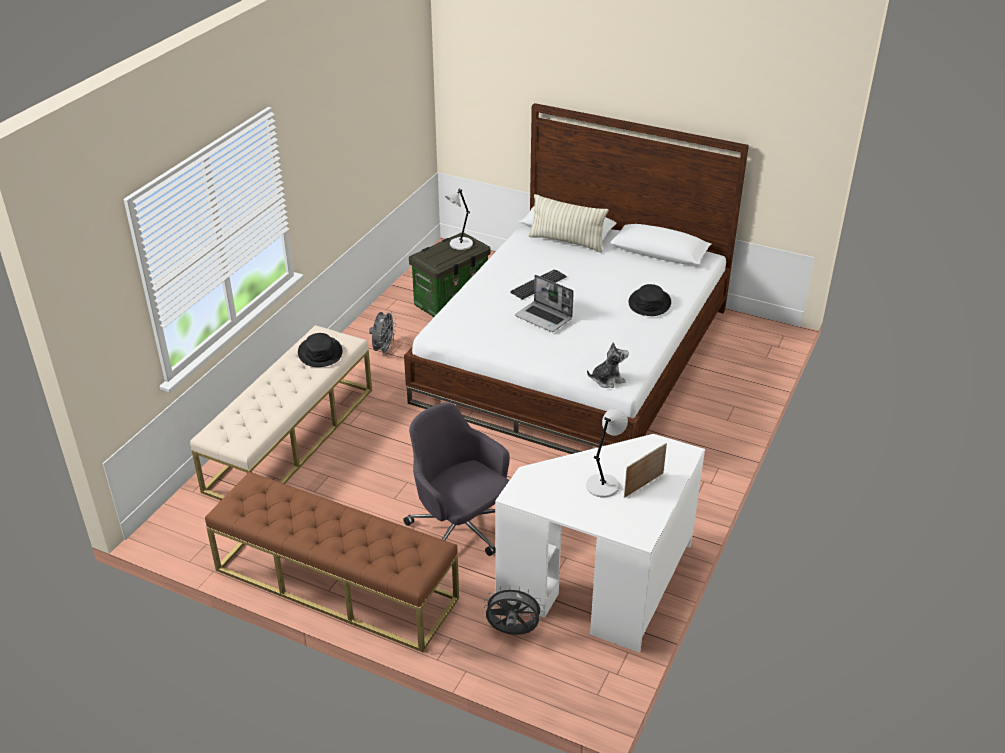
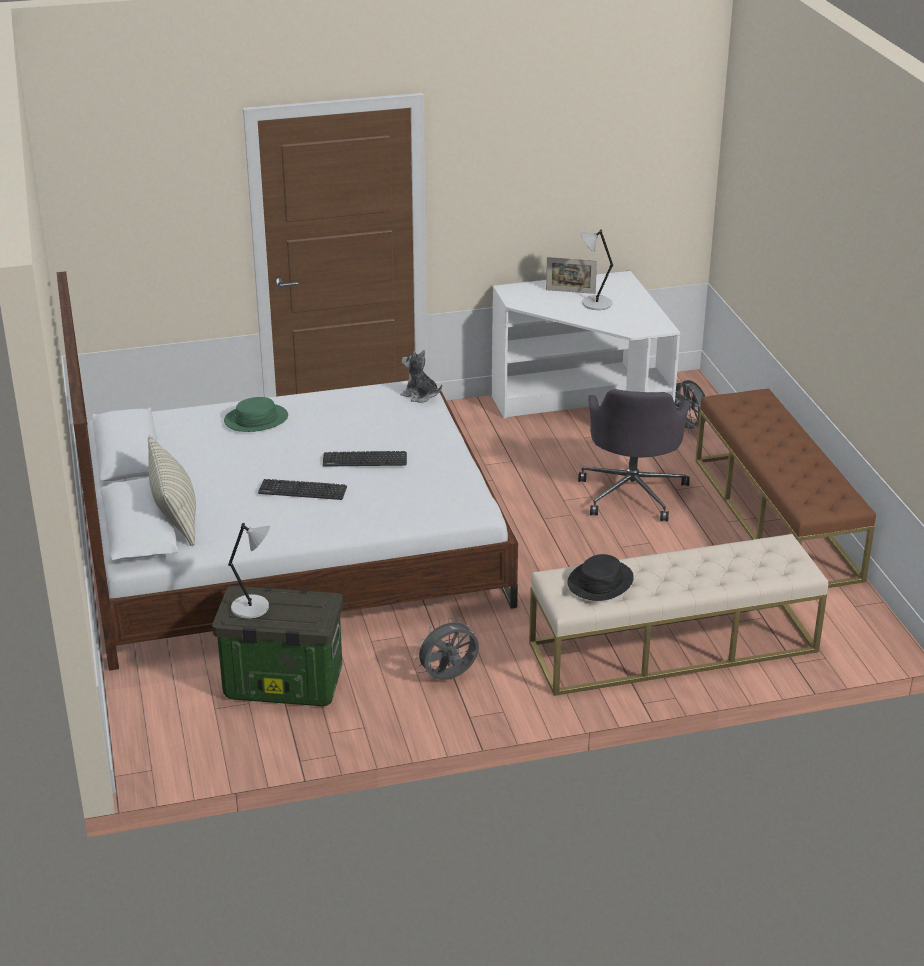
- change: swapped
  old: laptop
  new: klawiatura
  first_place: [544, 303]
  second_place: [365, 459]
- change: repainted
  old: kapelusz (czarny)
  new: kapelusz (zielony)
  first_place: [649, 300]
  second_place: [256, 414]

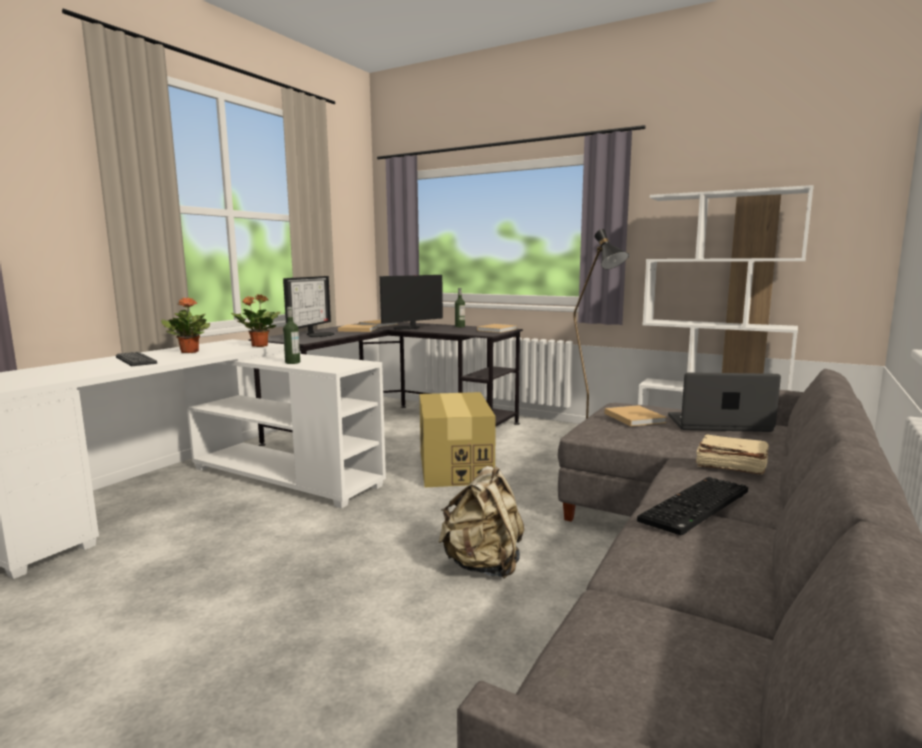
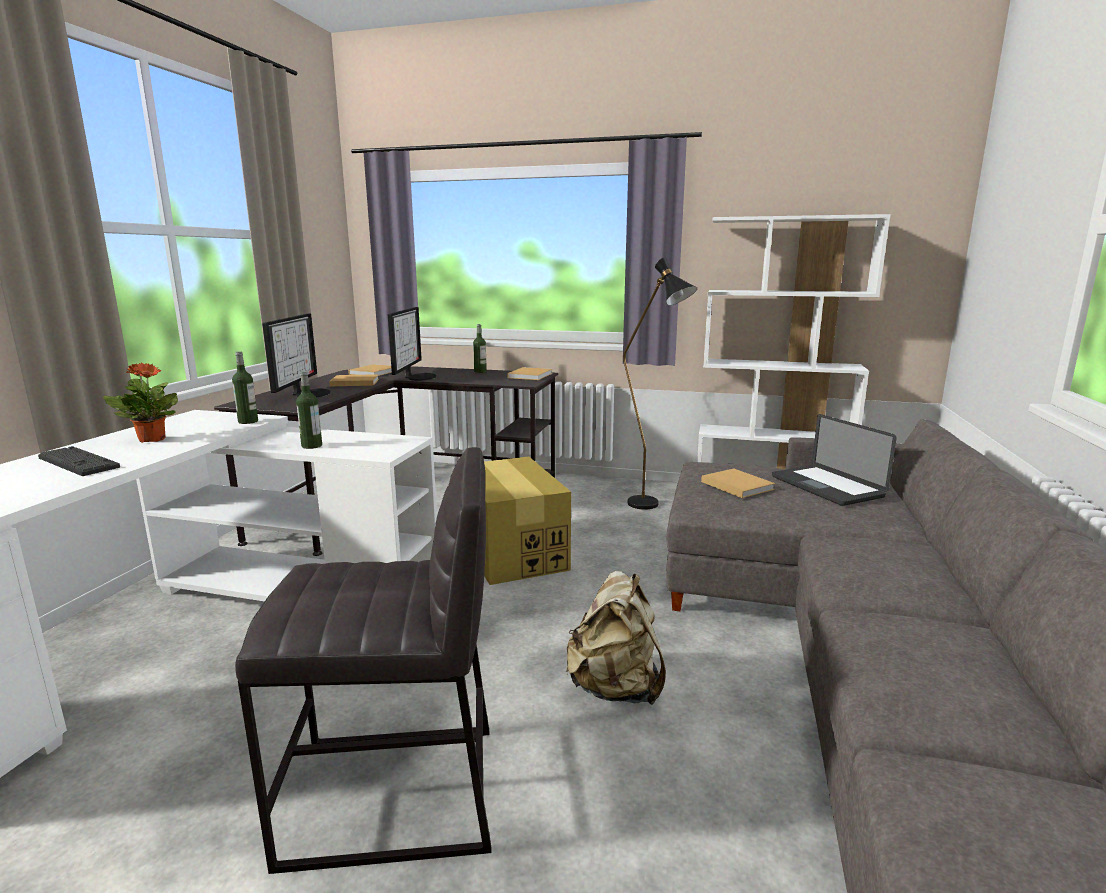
- change: rotated
  old: monitor
  first_place: [411, 302]
  second_place: [412, 344]
  degrees: 150
- change: swapped
  old: roślina doniczkowa
  new: butelka
  first_place: [256, 320]
  second_place: [245, 387]
- change: rotated
  old: laptop
  first_place: [724, 402]
  second_place: [834, 460]
  degrees: -105
- change: gone
  old: książka (beżowy)
  first_place: [732, 454]
- change: gone
  old: klawiatura
  first_place: [692, 506]
- change: new
  new: stołek (szary)
  second_place: [363, 660]

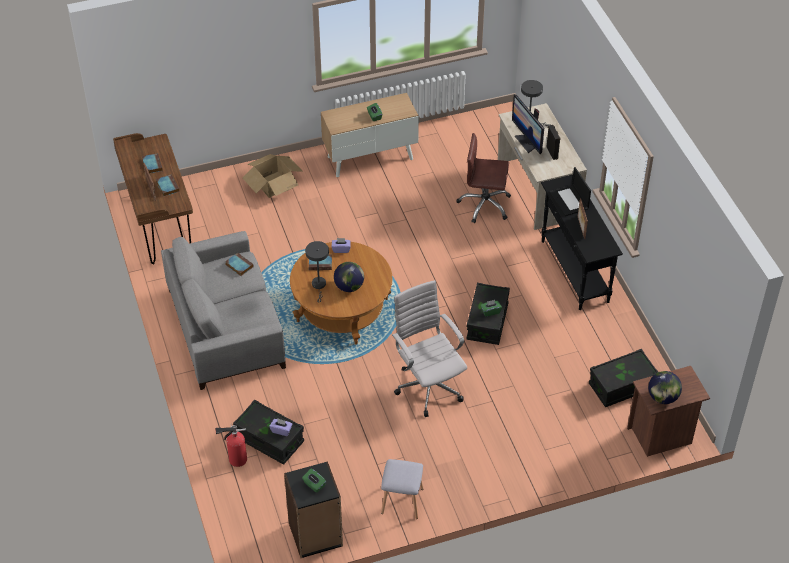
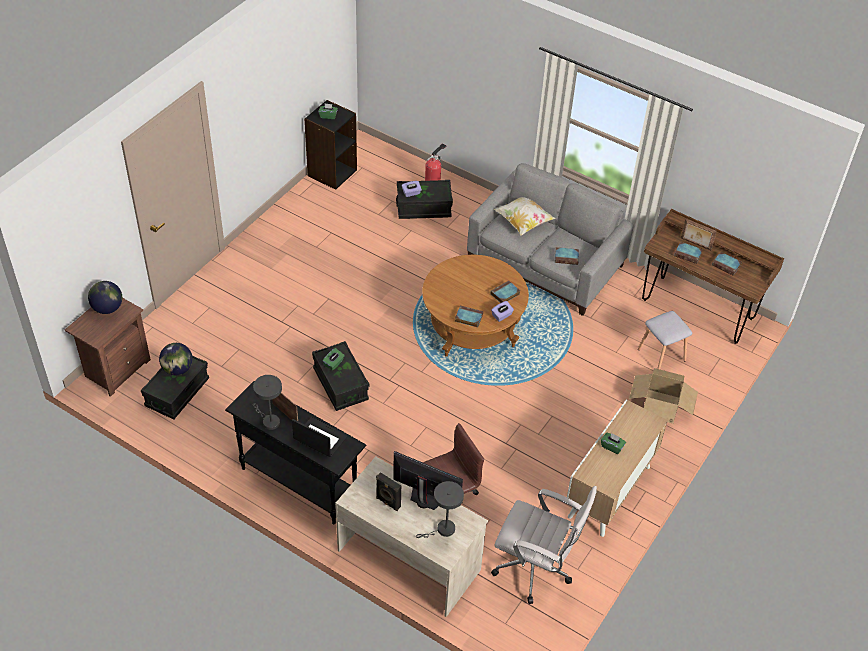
- change: shifted
  old: lampa stołowa (szary)
  first_place: [317, 272]
  second_place: [267, 402]
- change: shifted
  old: globus
  first_place: [349, 277]
  second_place: [176, 359]
- change: shifted
  old: krzesło biurowe (biały)
  first_place: [429, 348]
  second_place: [544, 545]
- change: shifted
  old: stołek (szary)
  first_place: [402, 489]
  second_place: [665, 340]
- change: new
  new: poduszka
  second_place: [525, 216]
- change: new
  new: książka
  second_place: [469, 316]

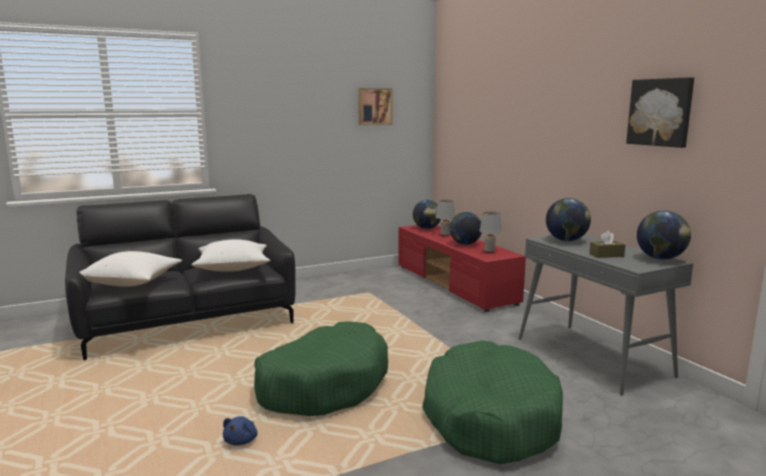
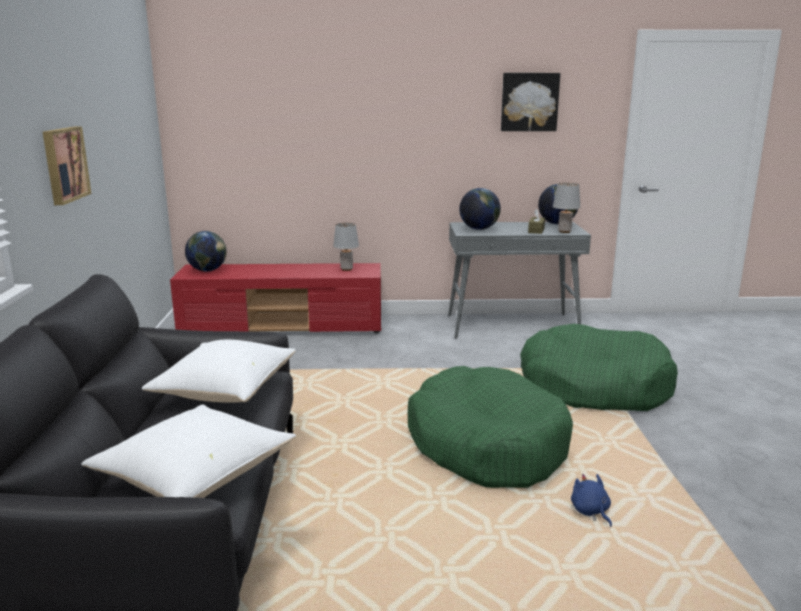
- change: shifted
  old: obraz
  first_place: [375, 106]
  second_place: [67, 166]
- change: shifted
  old: lampa stołowa (szary)
  first_place: [445, 218]
  second_place: [566, 208]
- change: gone
  old: globus
  first_place: [466, 228]
- change: rotated
  old: pluszak (niebieski)
  first_place: [240, 430]
  second_place: [591, 500]
  degrees: -150

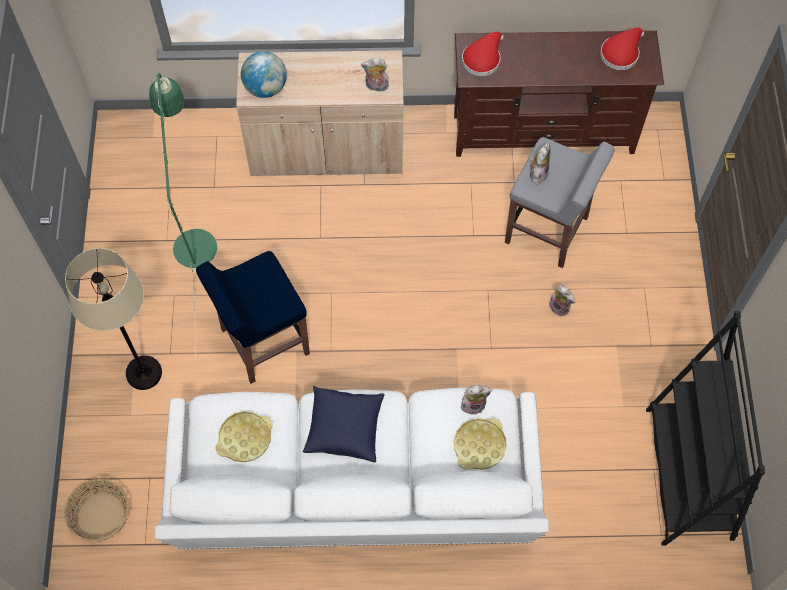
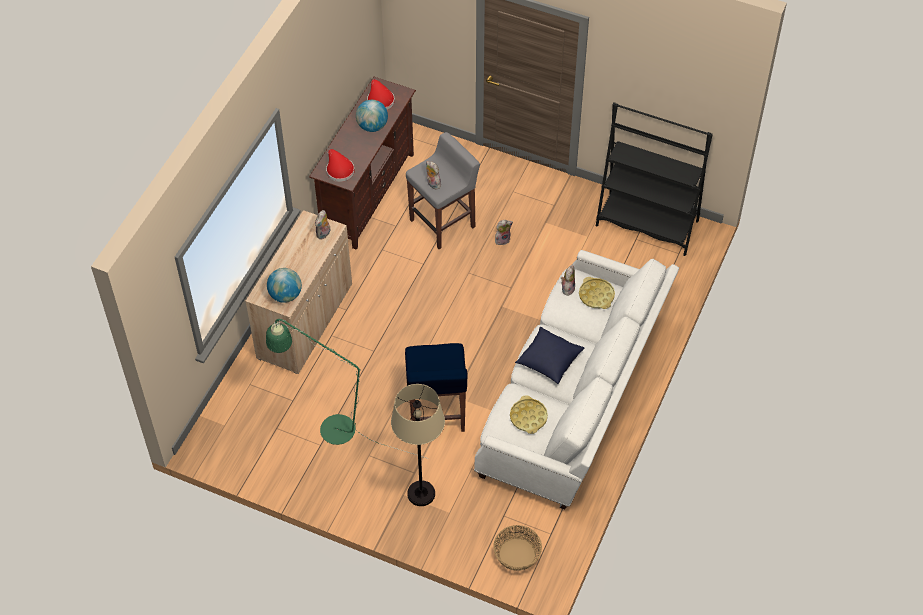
- change: new
  new: globus
  second_place: [372, 116]

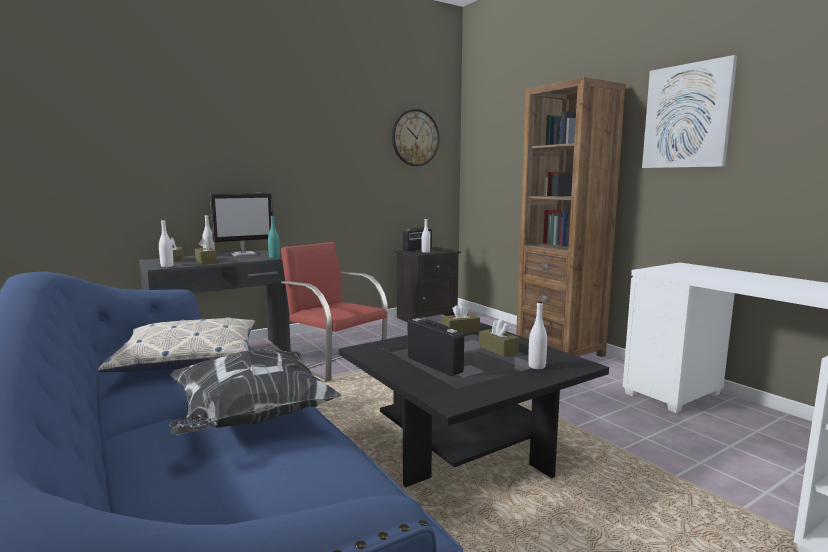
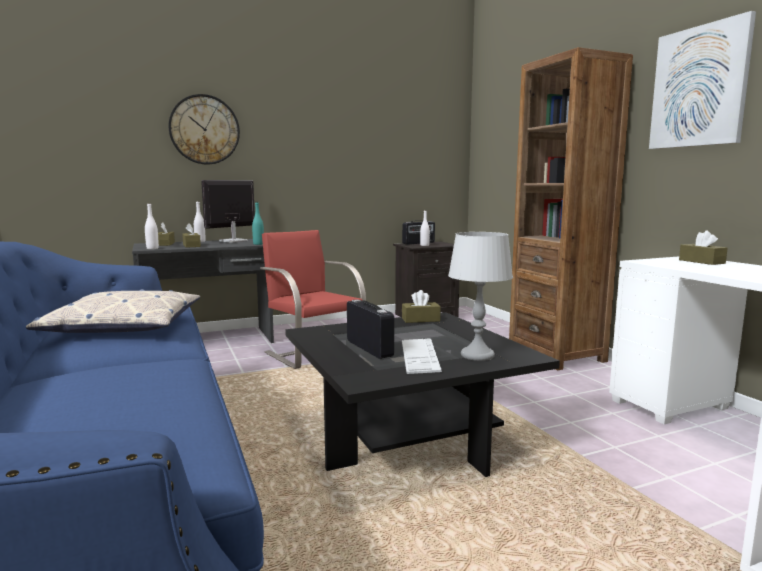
- change: shifted
  old: zegar ścienny
  first_place: [415, 137]
  second_place: [204, 129]
- change: rotated
  old: monitor
  first_place: [241, 224]
  second_place: [228, 211]
  degrees: 150
- change: swapped
  old: butelka (biały)
  new: lampa stołowa (szary)
  first_place: [537, 335]
  second_place: [480, 296]
- change: shifted
  old: pudełko chusteczek (brązowy)
  first_place: [499, 338]
  second_place: [703, 247]
- change: gone
  old: poduszka
  first_place: [255, 392]
- change: new
  new: klawiatura
  second_place: [422, 356]

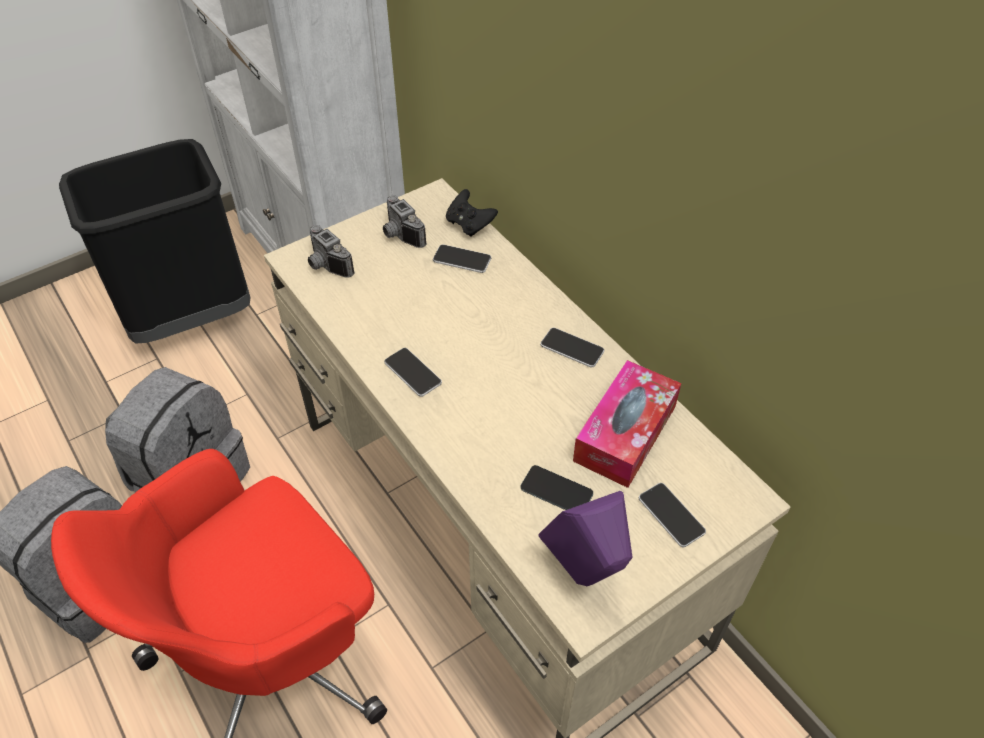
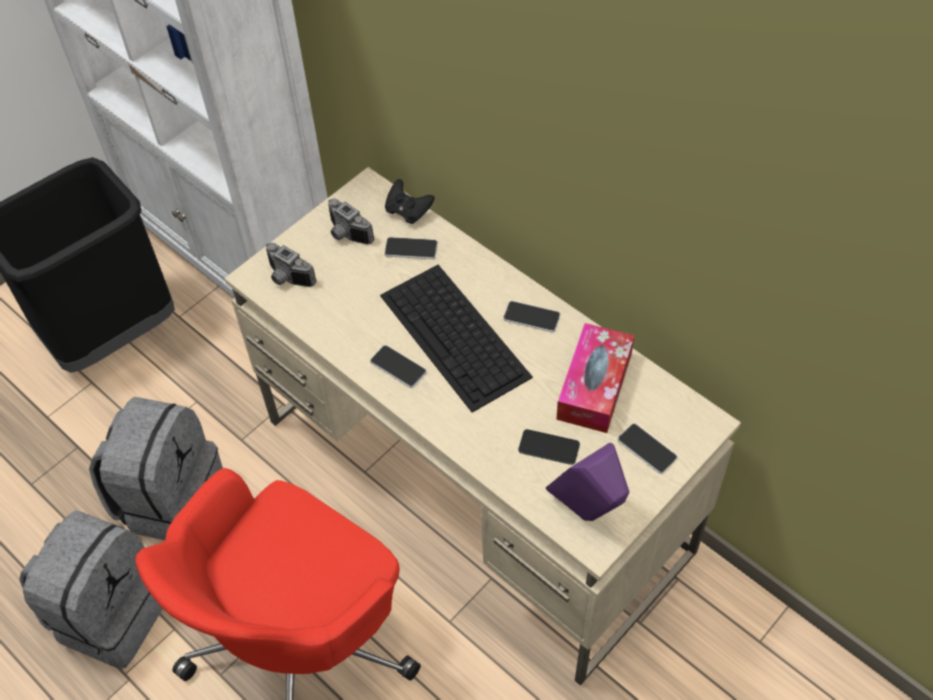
- change: new
  new: klawiatura
  second_place: [456, 339]

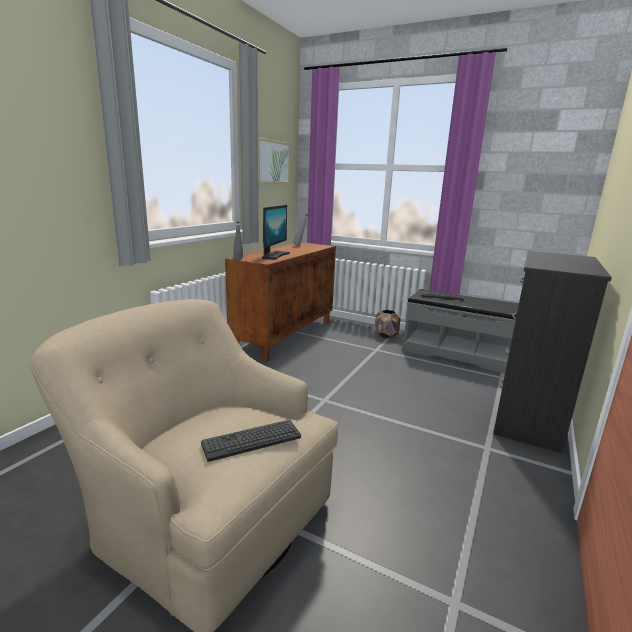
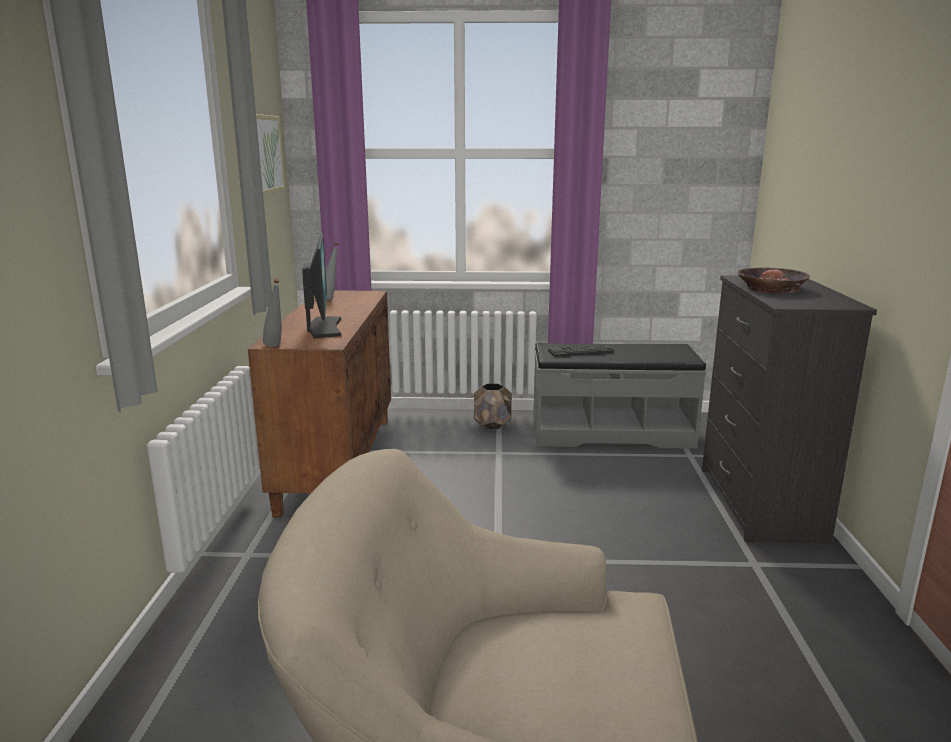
- change: gone
  old: klawiatura
  first_place: [251, 441]
- change: new
  new: miska
  second_place: [773, 280]

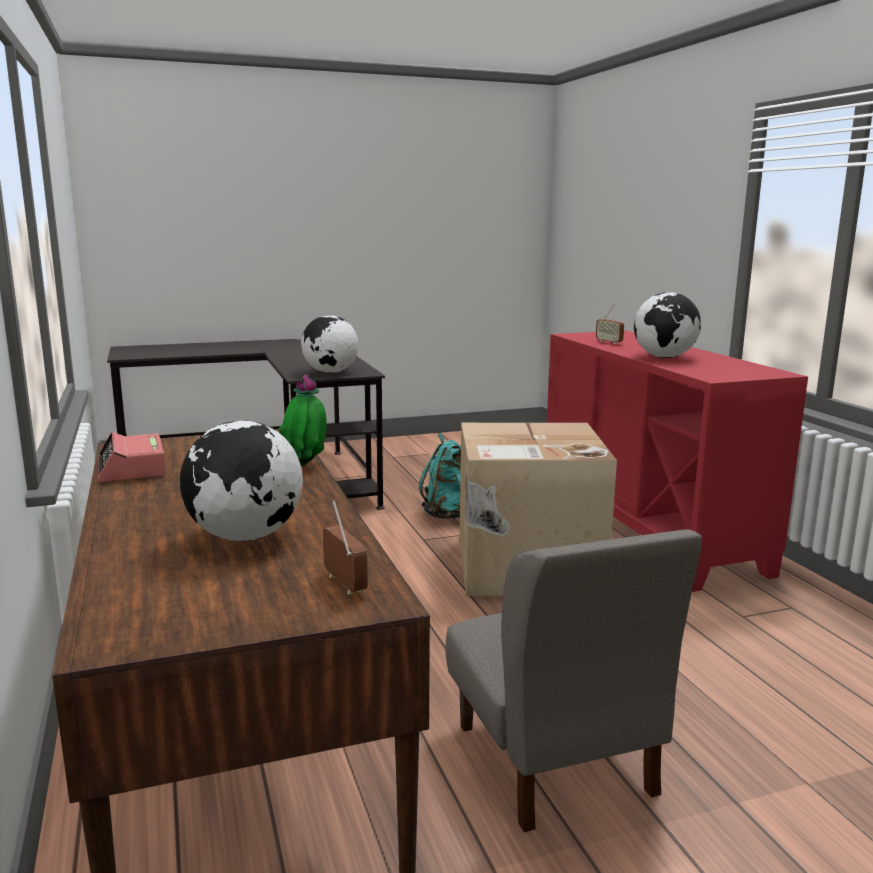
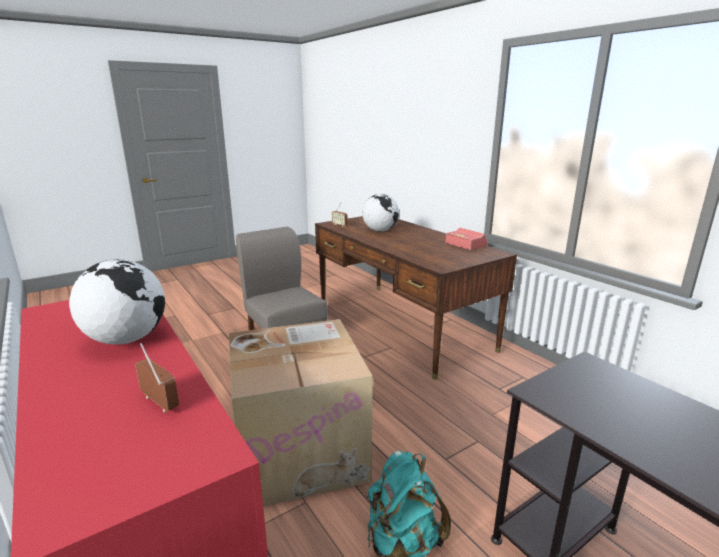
- change: gone
  old: globus
  first_place: [329, 344]
- change: gone
  old: roślina doniczkowa
  first_place: [302, 421]

